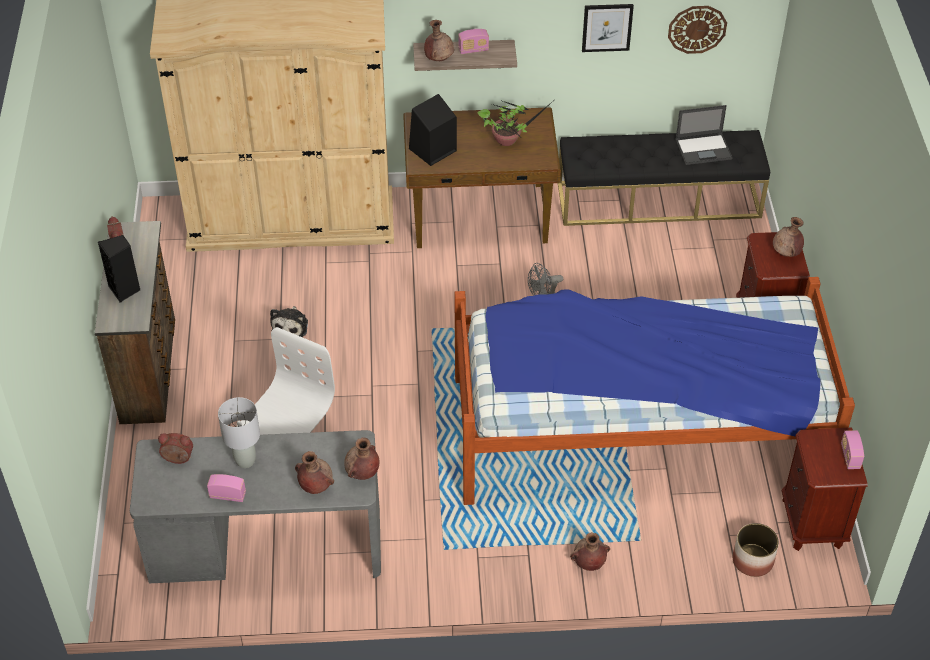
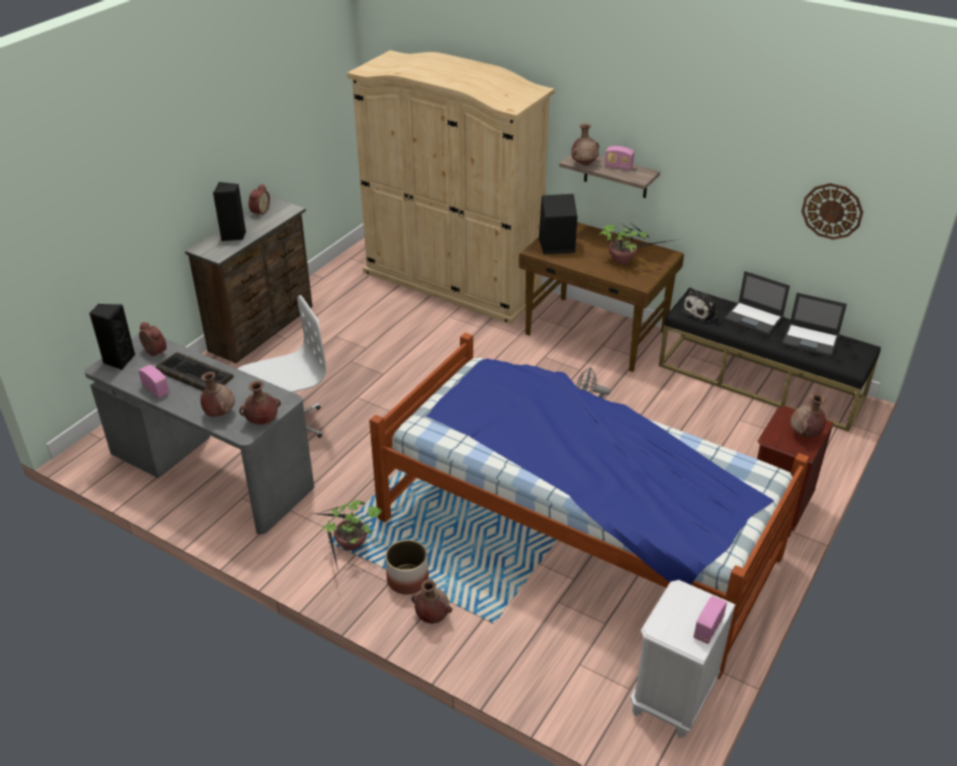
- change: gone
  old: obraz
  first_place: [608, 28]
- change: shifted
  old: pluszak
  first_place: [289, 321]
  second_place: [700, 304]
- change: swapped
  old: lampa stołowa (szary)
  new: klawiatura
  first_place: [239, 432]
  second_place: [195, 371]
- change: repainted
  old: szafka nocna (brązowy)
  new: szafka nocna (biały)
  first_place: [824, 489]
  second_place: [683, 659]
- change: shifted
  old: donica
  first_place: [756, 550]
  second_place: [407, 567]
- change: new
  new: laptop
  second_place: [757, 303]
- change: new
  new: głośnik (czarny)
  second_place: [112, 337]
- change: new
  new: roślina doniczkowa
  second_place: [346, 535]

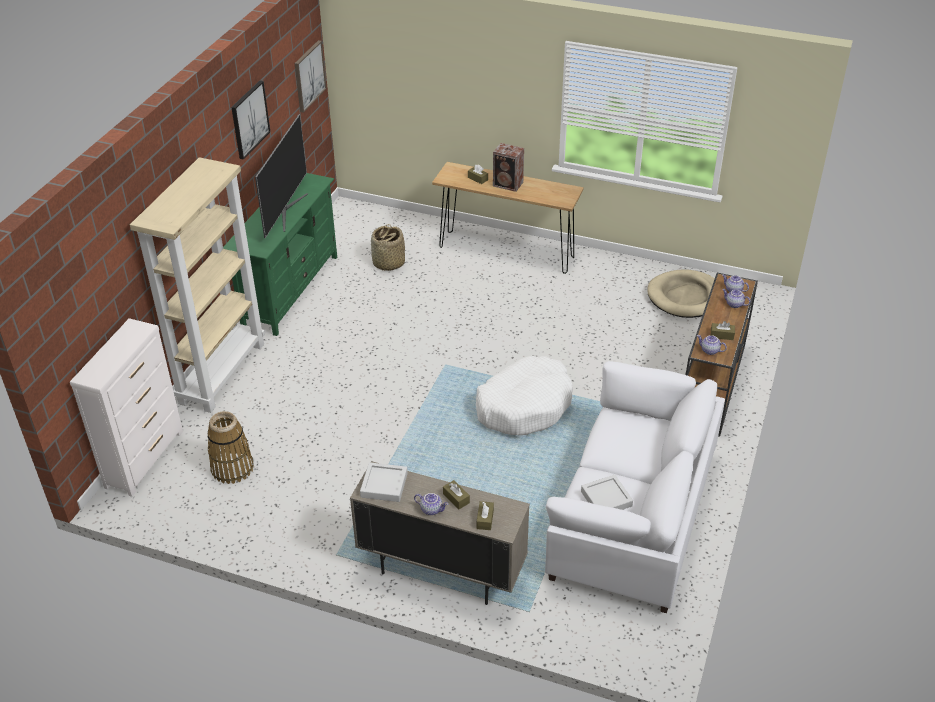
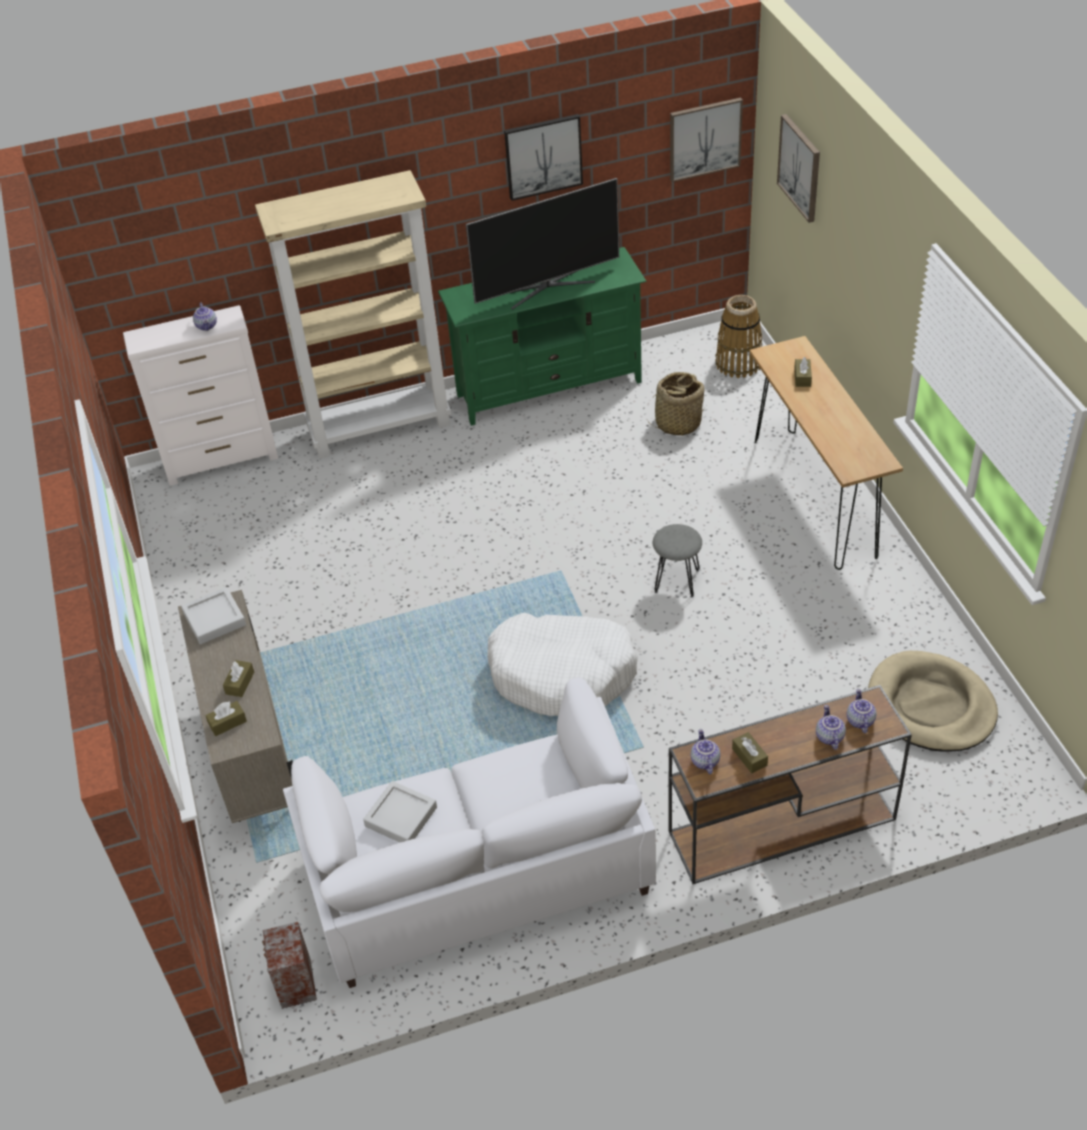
- change: shifted
  old: głośnik
  first_place: [508, 167]
  second_place: [289, 965]
- change: shifted
  old: koszyk
  first_place: [230, 447]
  second_place: [738, 336]
- change: shifted
  old: imbryk
  first_place: [431, 504]
  second_place: [205, 317]
- change: new
  new: obraz
  second_place: [798, 168]
- change: new
  new: stołek (szary)
  second_place: [677, 561]

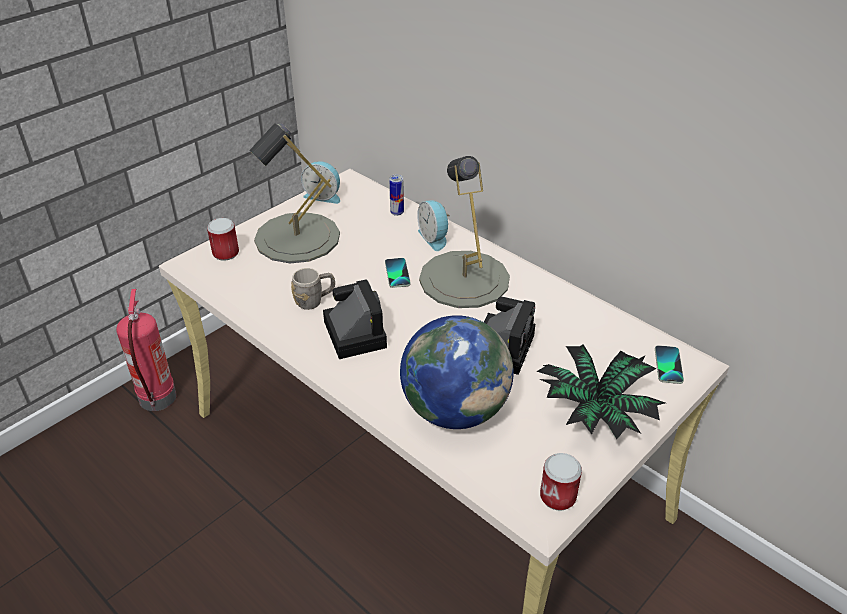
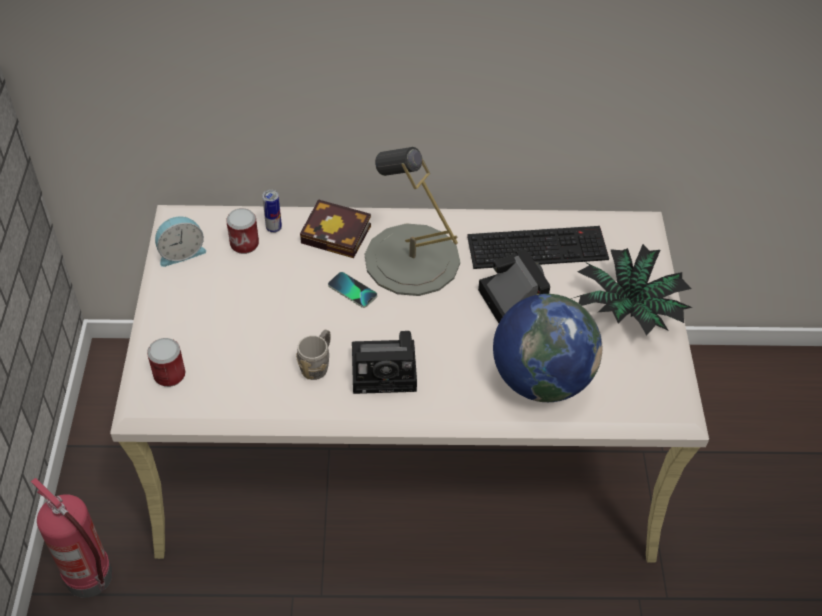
- change: gone
  old: lampa stołowa (szary)
  first_place: [294, 193]
- change: swapped
  old: budzik
  new: książka
  first_place: [433, 226]
  second_place: [335, 228]
- change: rotated
  old: aparat fotograficzny
  first_place: [355, 319]
  second_place: [384, 362]
  degrees: 150
- change: gone
  old: telefon
  first_place: [669, 364]
- change: shifted
  old: puszka
  first_place: [561, 482]
  second_place: [242, 231]
- change: new
  new: klawiatura
  second_place: [538, 247]

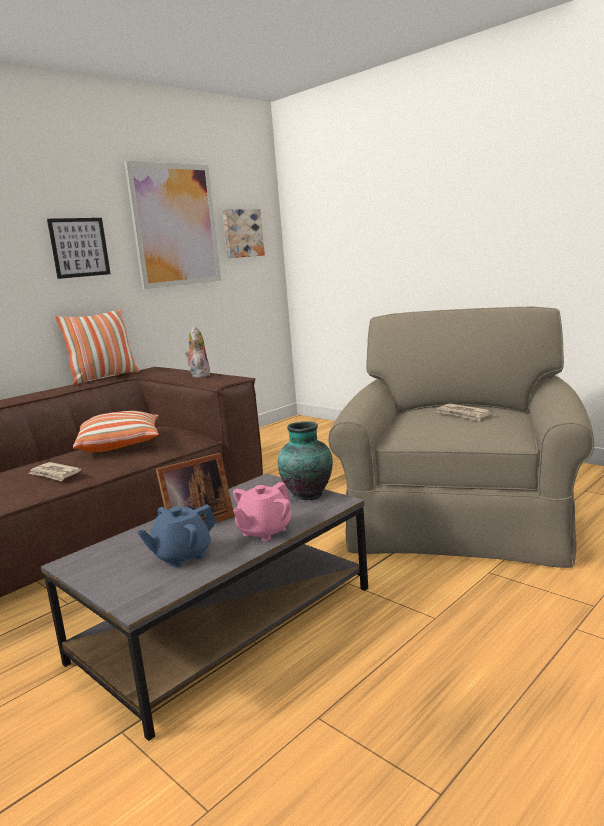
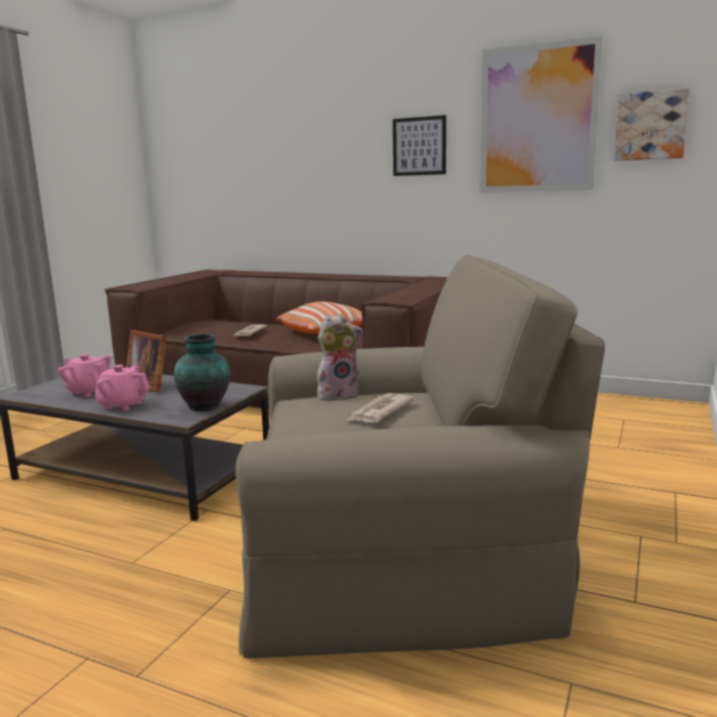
- change: gone
  old: poduszka
  first_place: [97, 347]
- change: shifted
  old: pluszak
  first_place: [198, 352]
  second_place: [340, 357]
- change: repainted
  old: imbryk (niebieski)
  new: imbryk (różowy)
  first_place: [176, 536]
  second_place: [84, 375]

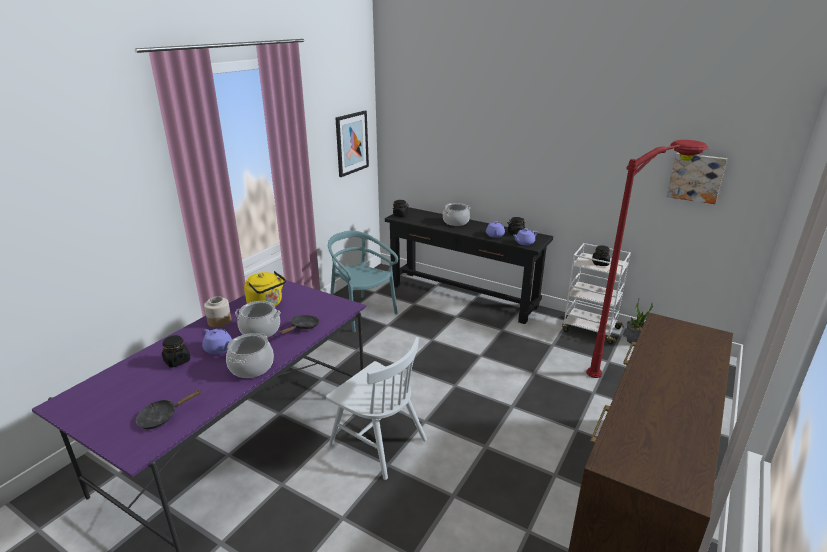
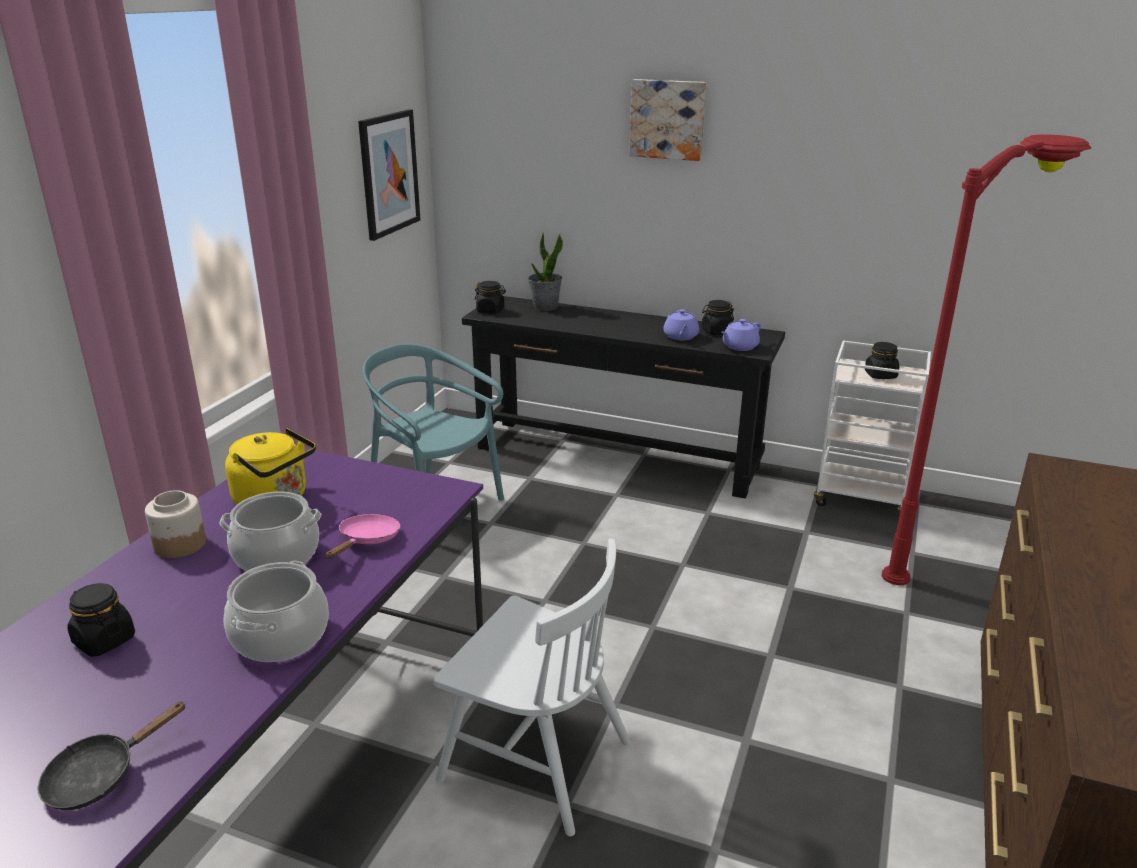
- change: shifted
  old: obraz
  first_place: [697, 178]
  second_place: [667, 120]
- change: gone
  old: garnek
  first_place: [456, 214]
- change: shifted
  old: roślina doniczkowa
  first_place: [640, 321]
  second_place: [545, 271]
- change: repainted
  old: patelnia (czarny)
  new: patelnia (różowy)
  first_place: [299, 324]
  second_place: [363, 536]
- change: gone
  old: imbryk (fioletowy)
  first_place: [217, 341]

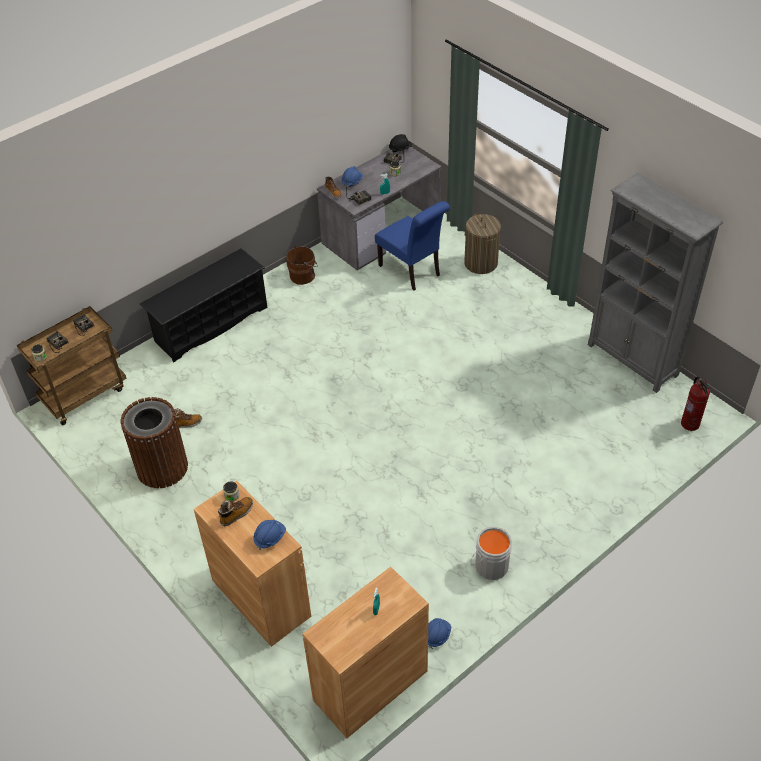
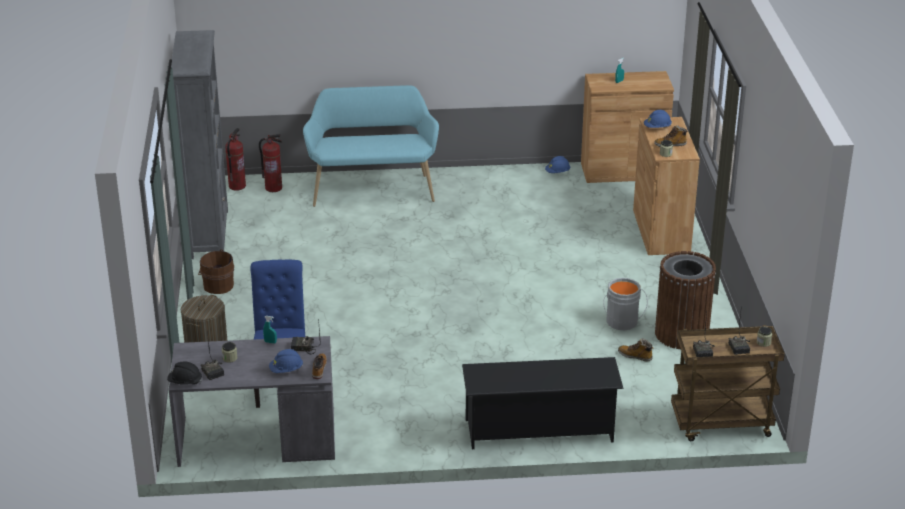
- change: shifted
  old: wiadro (brązowy)
  first_place: [302, 265]
  second_place: [216, 271]
- change: shifted
  old: wiadro (szary)
  first_place: [491, 553]
  second_place: [625, 304]
- change: new
  new: ławka (turkusowy)
  second_place: [371, 146]
- change: new
  new: gaśnica
  second_place: [270, 163]

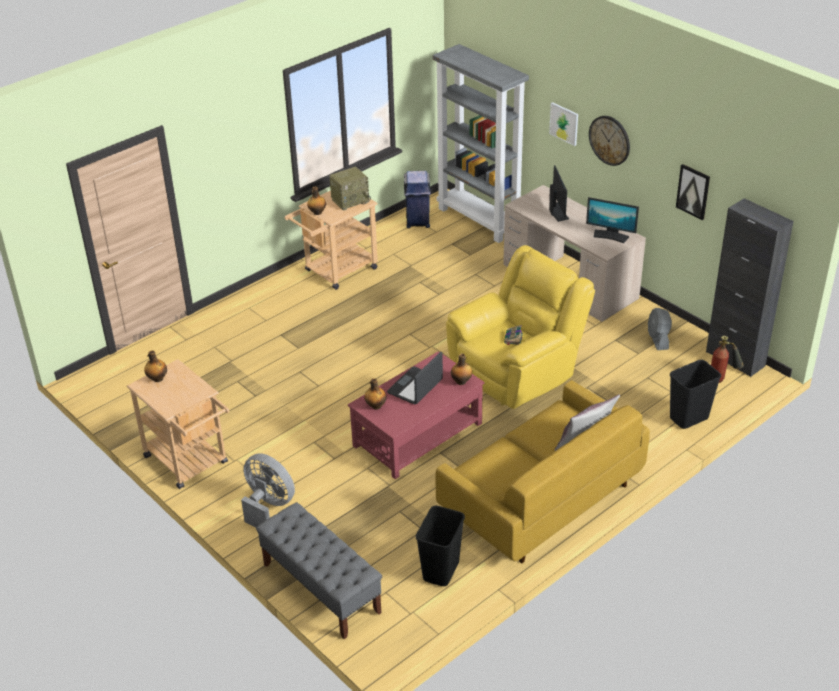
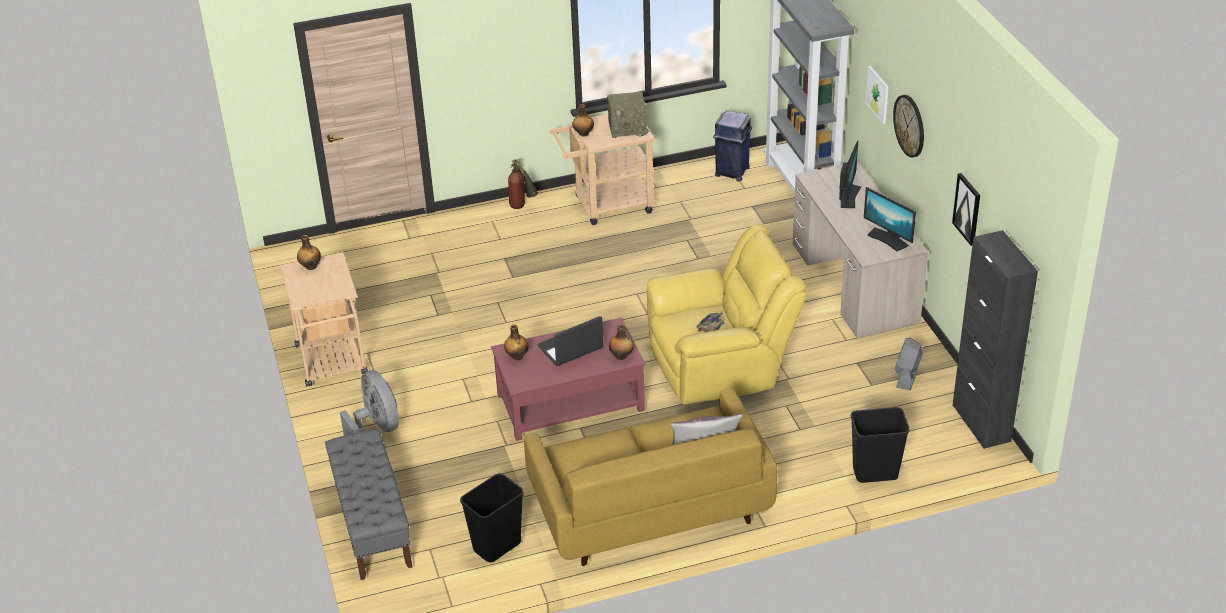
- change: shifted
  old: gaśnica
  first_place: [727, 359]
  second_place: [523, 184]

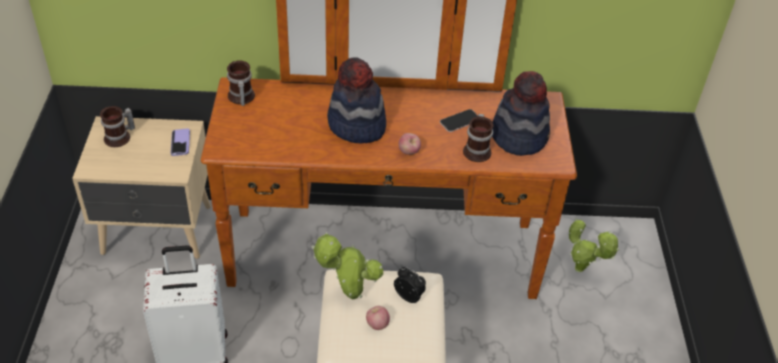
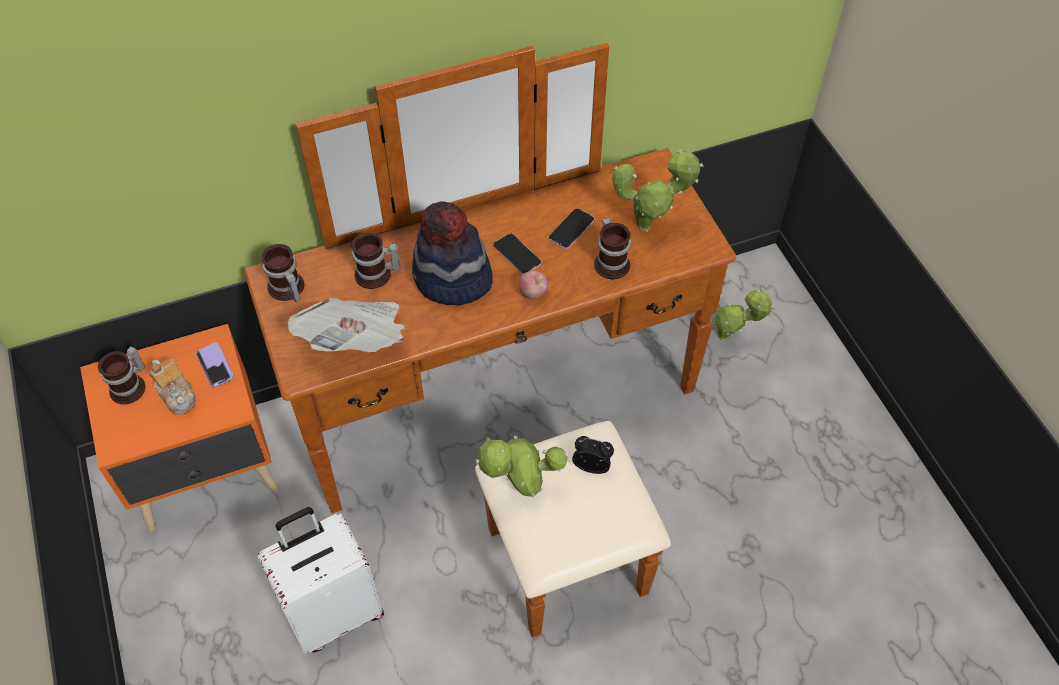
- change: swapped
  old: kapelusz
  new: roślina doniczkowa
  first_place: [521, 113]
  second_place: [658, 190]
- change: repainted
  old: szafka nocna (beżowy)
  new: szafka nocna (pomarańczowy)
  first_place: [141, 187]
  second_place: [179, 428]
- change: gone
  old: jabłko
  first_place: [378, 318]
- change: new
  new: kubek
  second_place: [376, 260]
- change: new
  new: telefon
  second_place: [517, 254]
- change: new
  new: gazeta
  second_place: [346, 325]
- change: new
  new: imbryk
  second_place: [172, 387]

